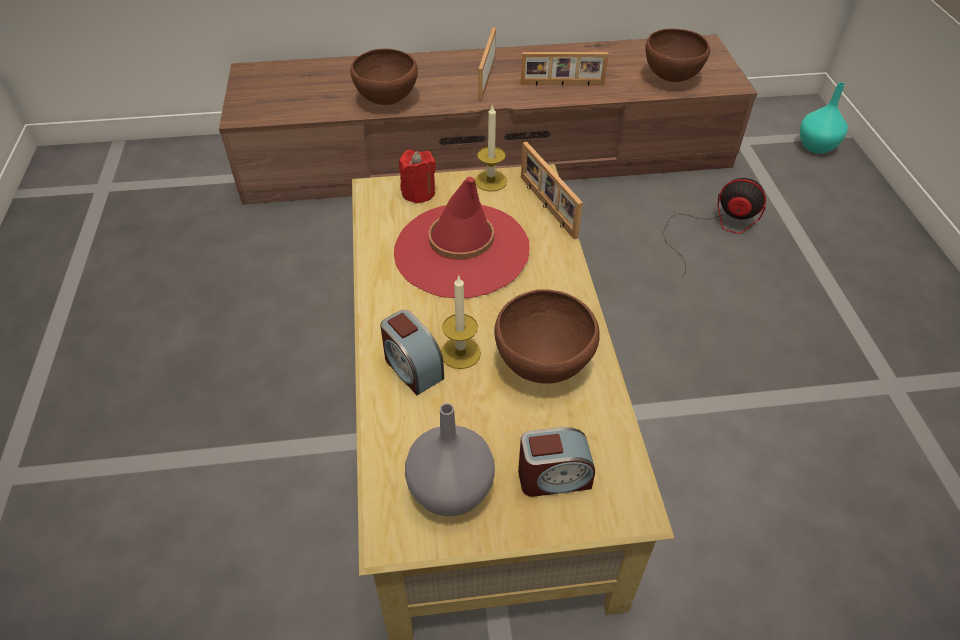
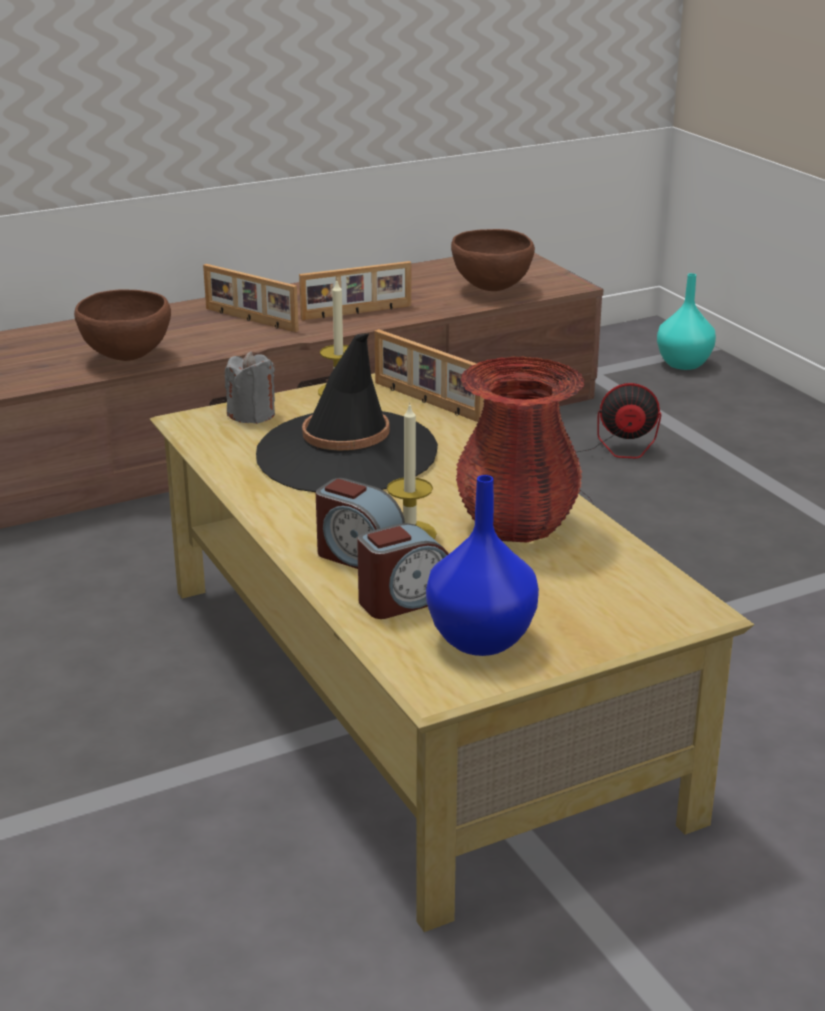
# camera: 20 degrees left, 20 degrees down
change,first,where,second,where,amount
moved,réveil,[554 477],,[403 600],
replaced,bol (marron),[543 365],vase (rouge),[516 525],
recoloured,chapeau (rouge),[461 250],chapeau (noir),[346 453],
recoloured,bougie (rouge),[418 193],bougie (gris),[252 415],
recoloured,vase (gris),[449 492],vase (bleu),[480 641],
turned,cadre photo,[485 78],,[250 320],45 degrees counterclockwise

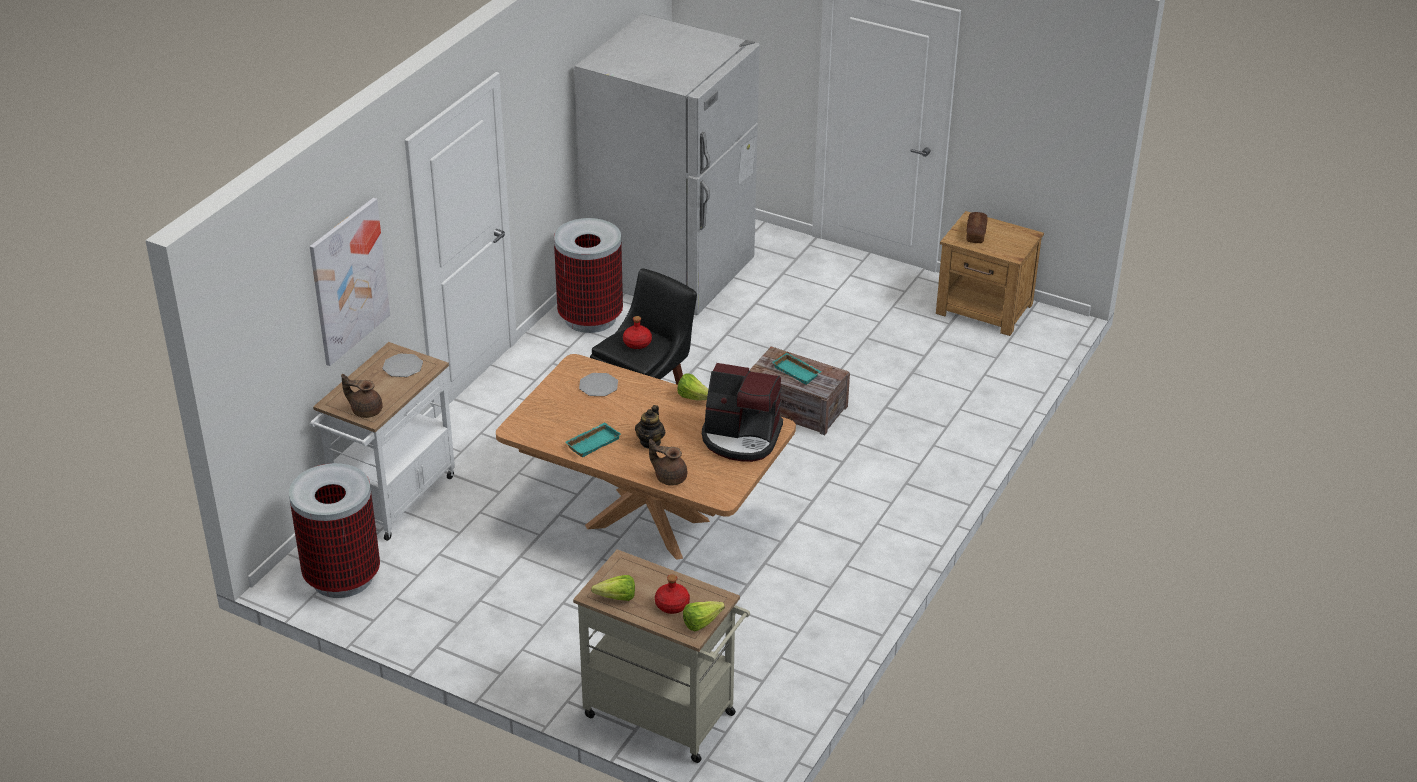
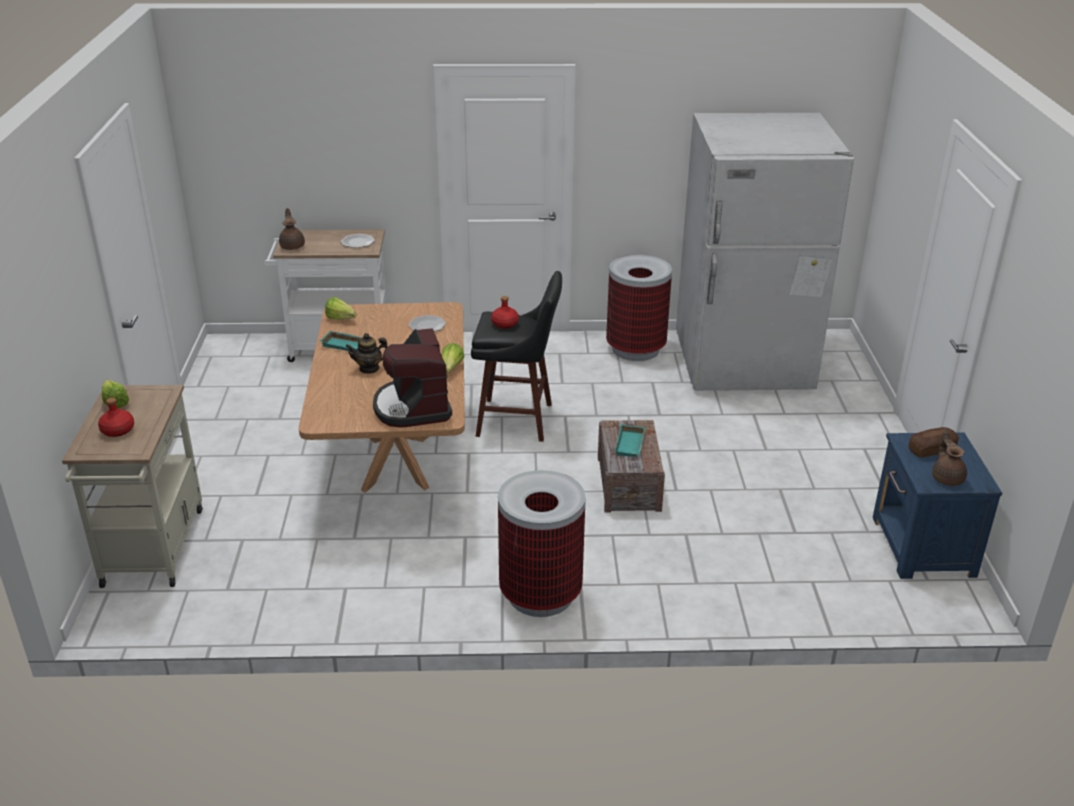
# camera: 60 degrees right, 5 degrees down
change,first,where,second,where,amount
removed,tableau,[348 281],,,
moved,poubelle,[342 577],,[540 594],
moved,théière (marron),[669 477],,[947 478],
moved,laitue,[705 622],,[342 320],
recoloured,table de chevet (marron),[985 310],table de chevet (bleu),[922 547],

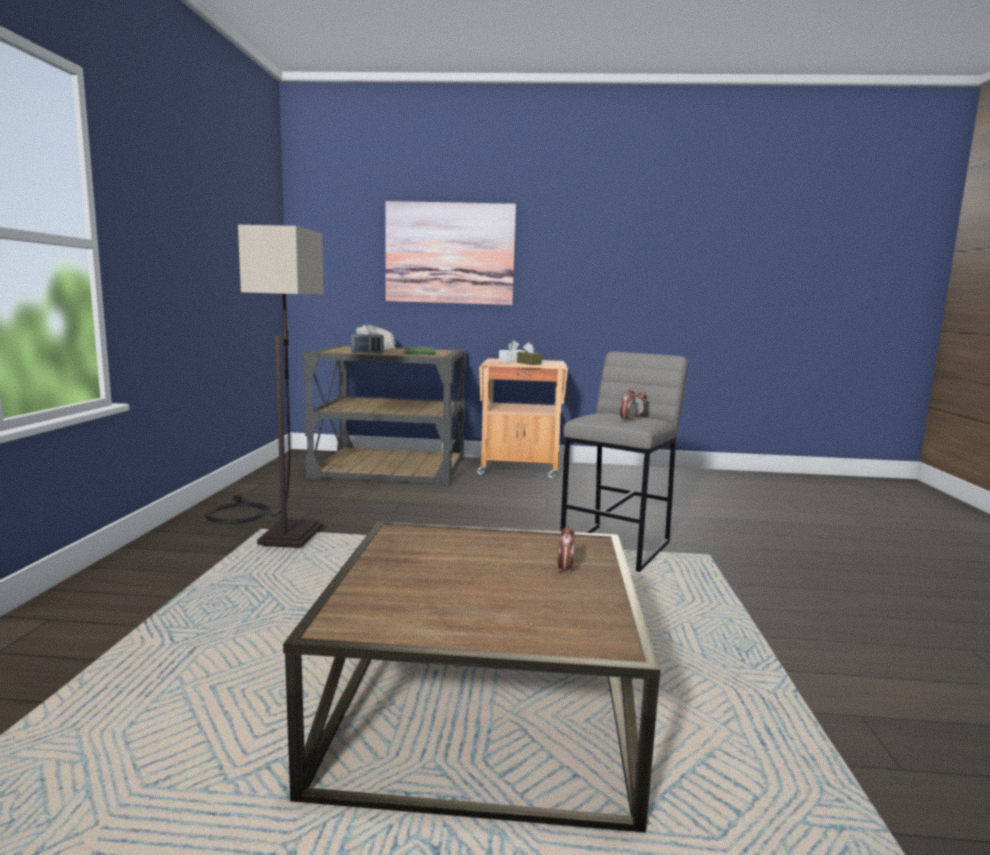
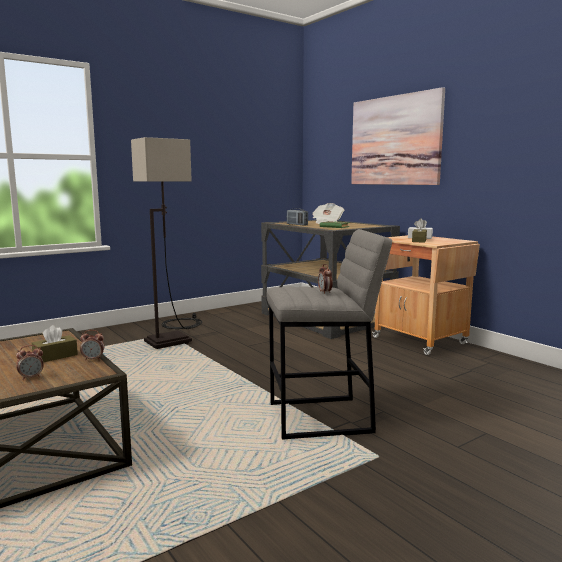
# camera: 50 degrees right, 0 degrees up
change,first,where,second,where,amount
added,,,boîte à mouchoirs (marron),[55 356],
moved,réveil,[627 420],,[93 359],

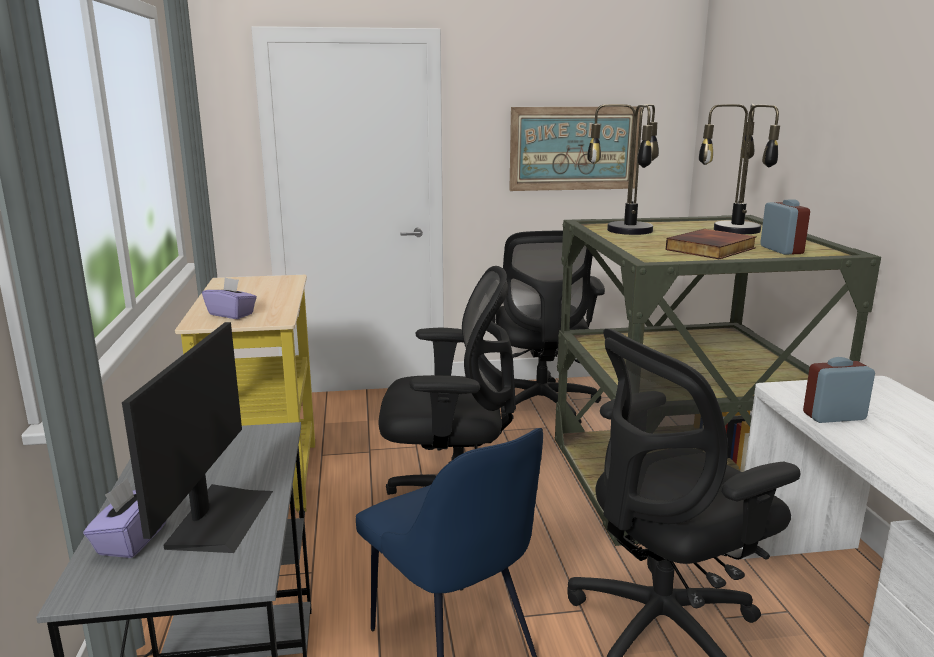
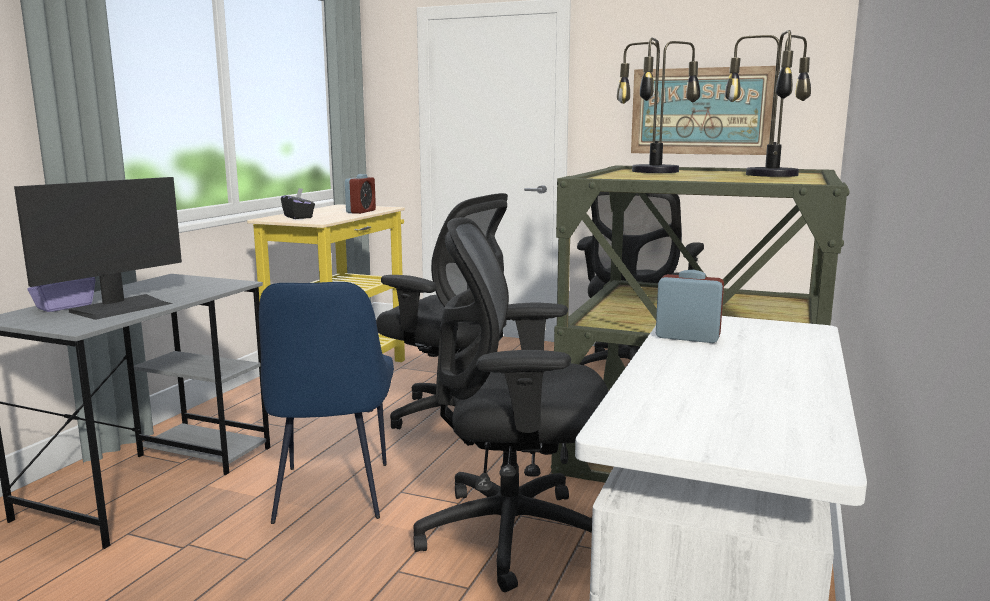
# camera: 30 degrees right, 5 degrees down
change,first,where,second,where,amount
removed,livre,[711 249],,,
moved,réveil,[781 250],,[361 211],
recoloured,boîte à mouchoirs (violet),[231 314],boîte à mouchoirs (noir),[298 217],

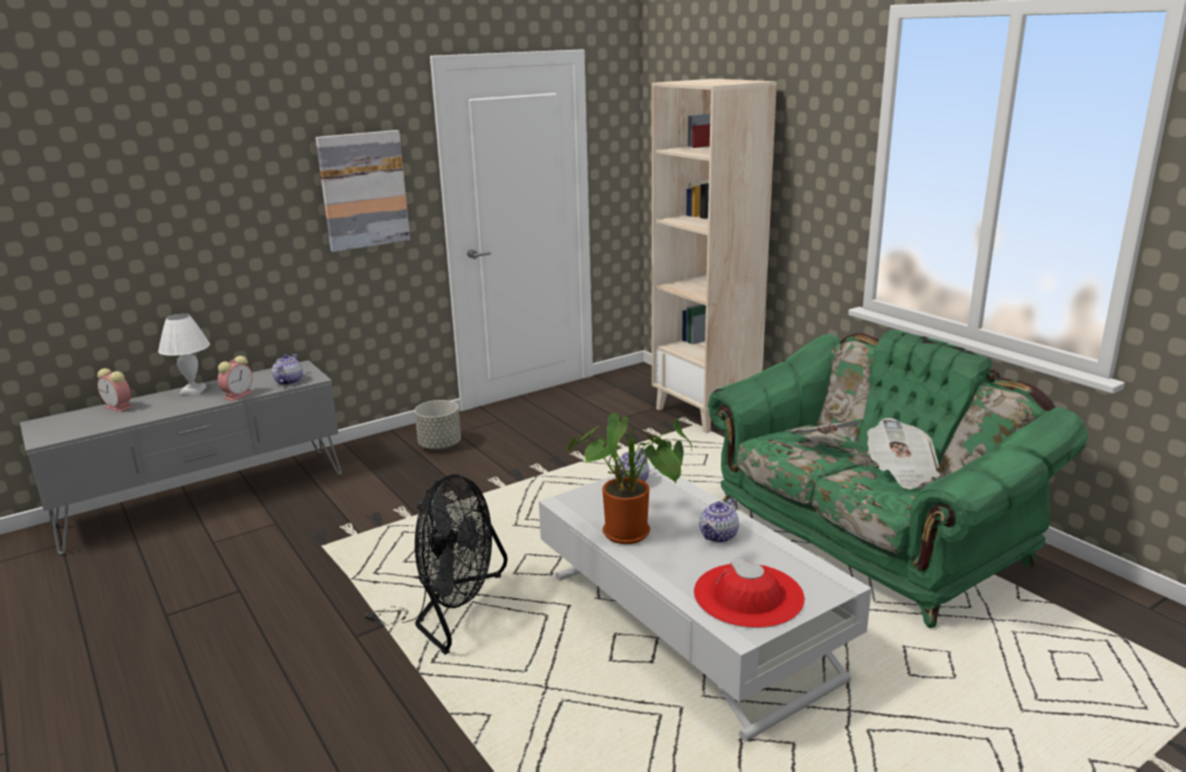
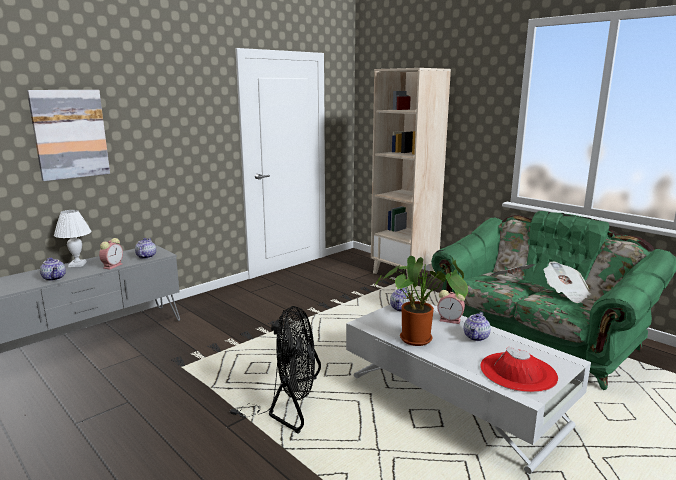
# camera: 10 degrees left, 5 degrees down
change,first,where,second,where,amount
removed,cache-pot (gris),[439 445],,,
added,,,théière,[55 278],
moved,réveil,[119 407],,[451 320],
moved,tableau,[363 190],,[70 134],

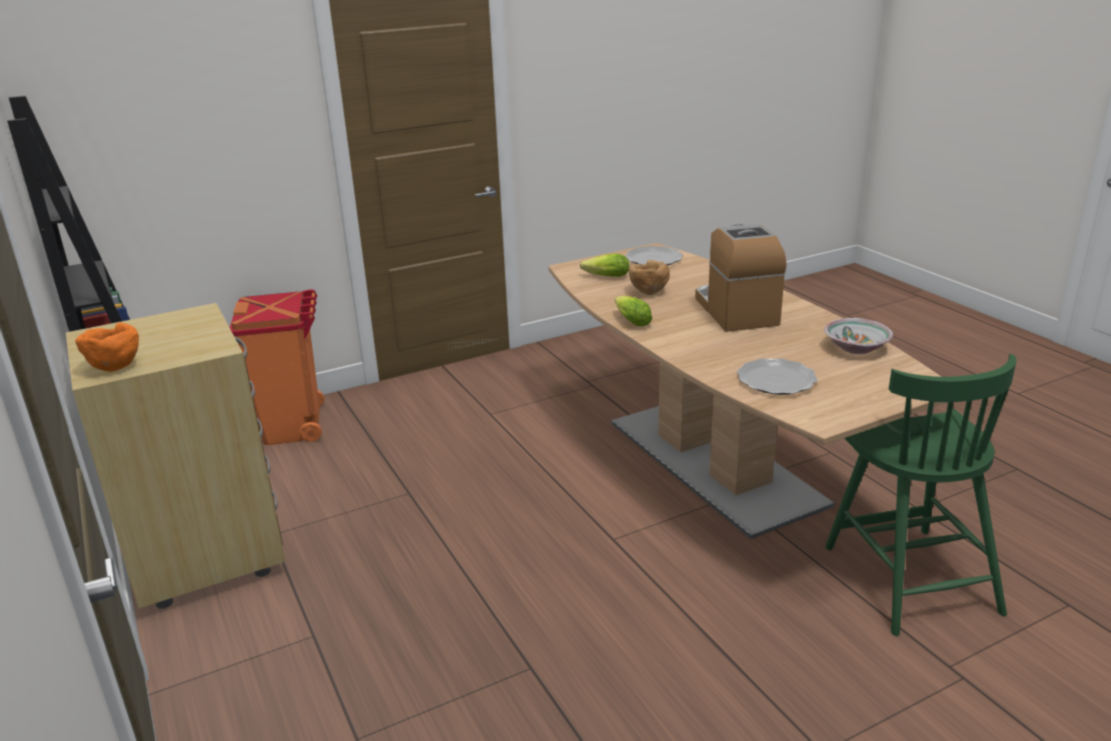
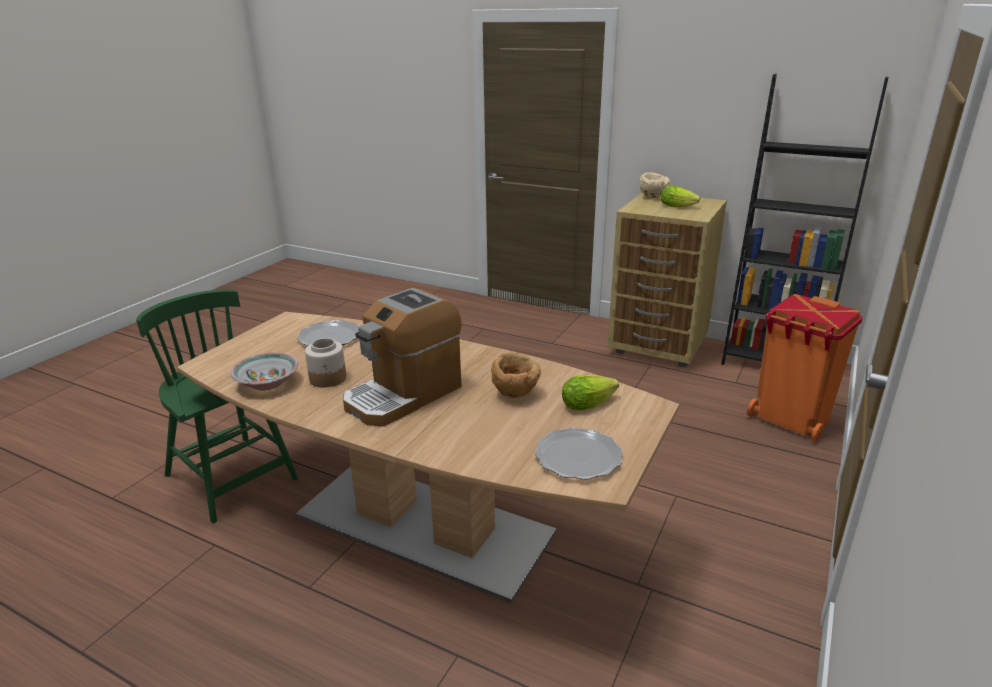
# camera: 145 degrees right, 0 degrees up
change,first,where,second,where,amount
added,,,bocal,[328 378],
moved,laitue,[630 321],,[679 206],
recoloured,bol (orange),[114 367],bol (beige),[653 197],
turned,machine à café,[735 311],,[403 395],90 degrees clockwise

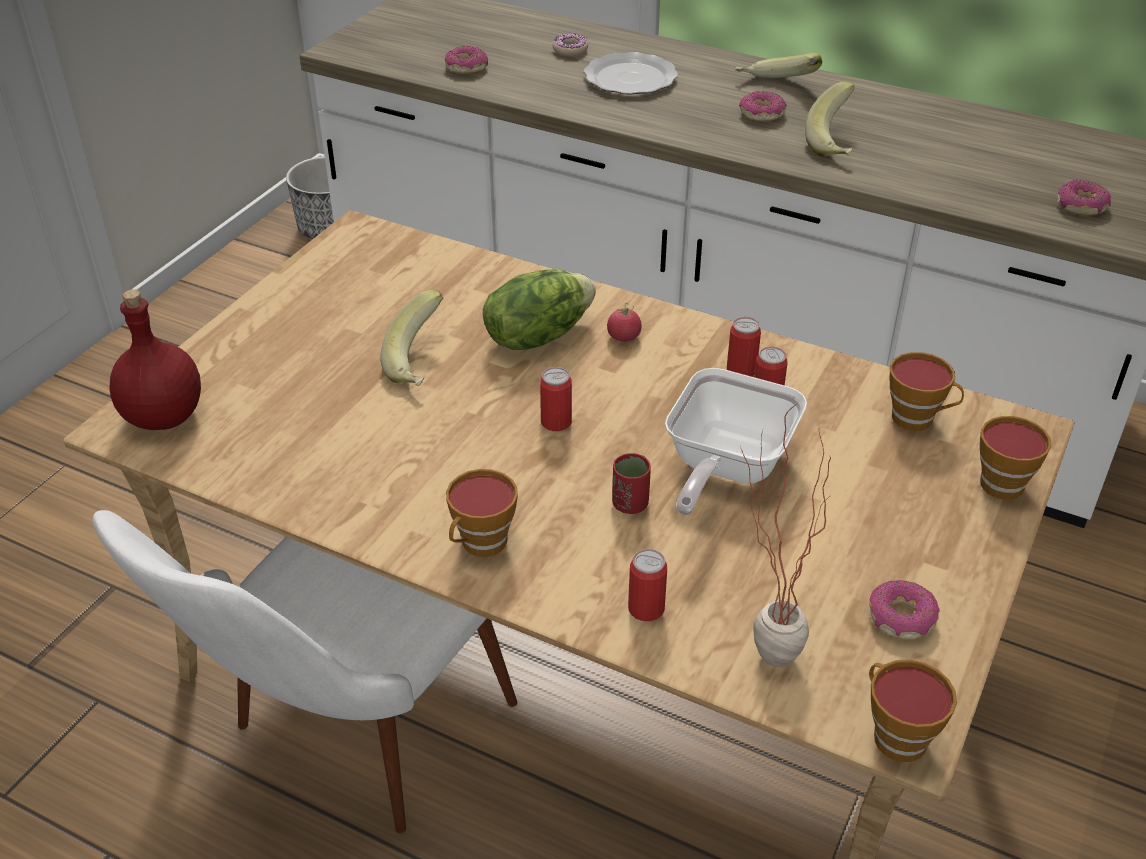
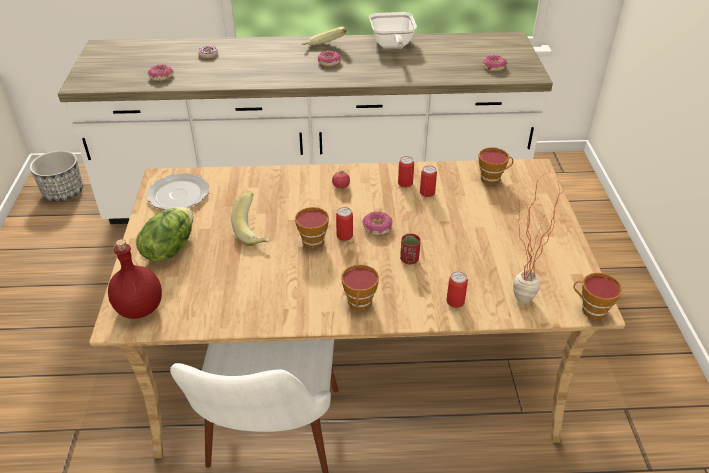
# camera: 30 degrees left, 0 degrees up
change,first,where,second,where,amount
removed,banane,[837 144],,,
moved,laitue,[537 335],,[169 248],
moved,assiette,[631 77],,[179 193],
moved,poêle,[724 468],,[392 45],
moved,beignet,[900 618],,[377 227],
moved,tasse,[1001 480],,[312 240],

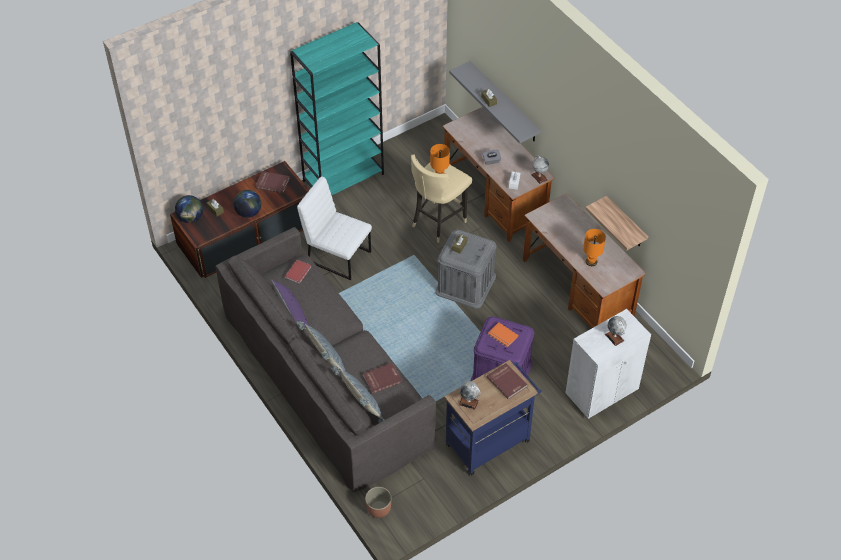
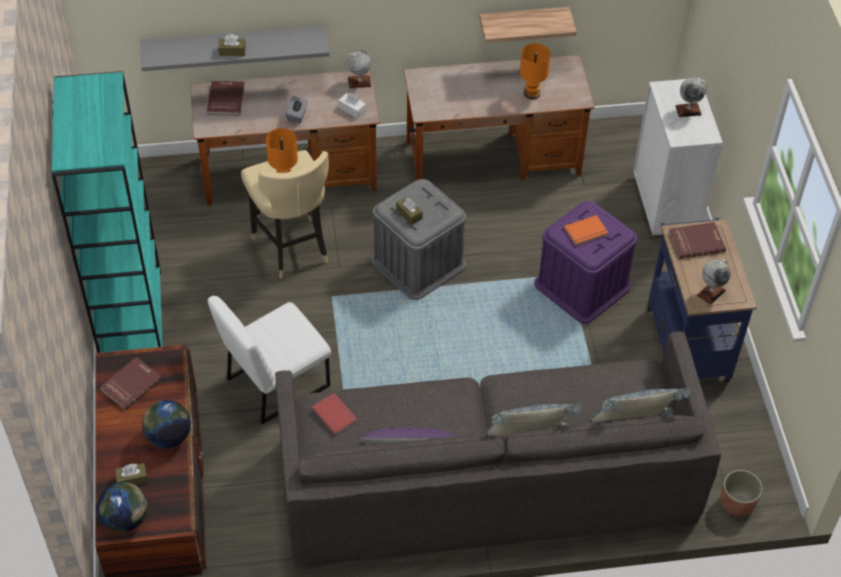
# camera: 65 degrees left, 0 degrees up
change,first,where,second,where,amount
moved,livre (rouge),[382 378],,[225 100],

